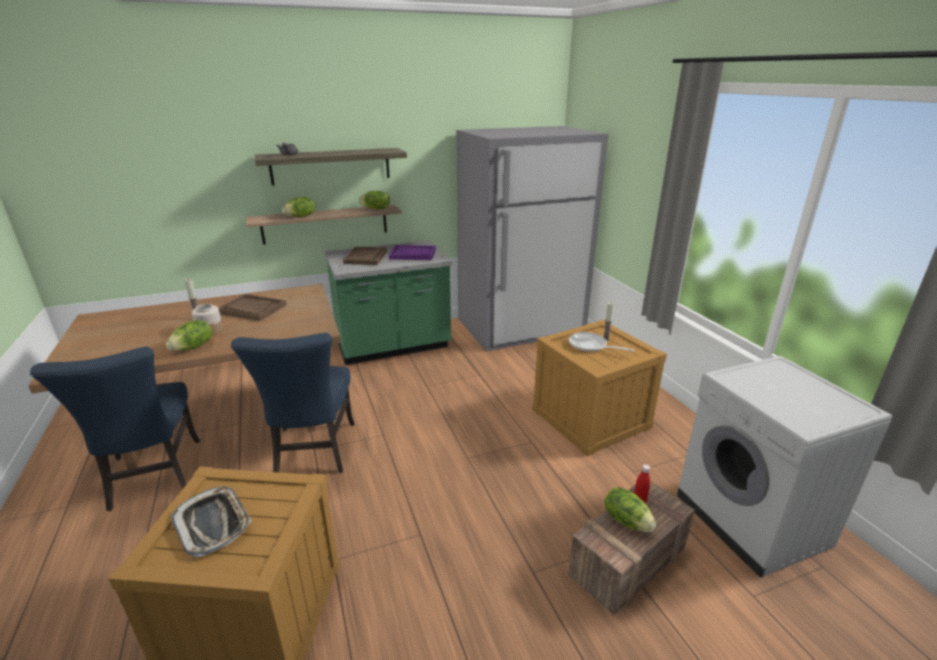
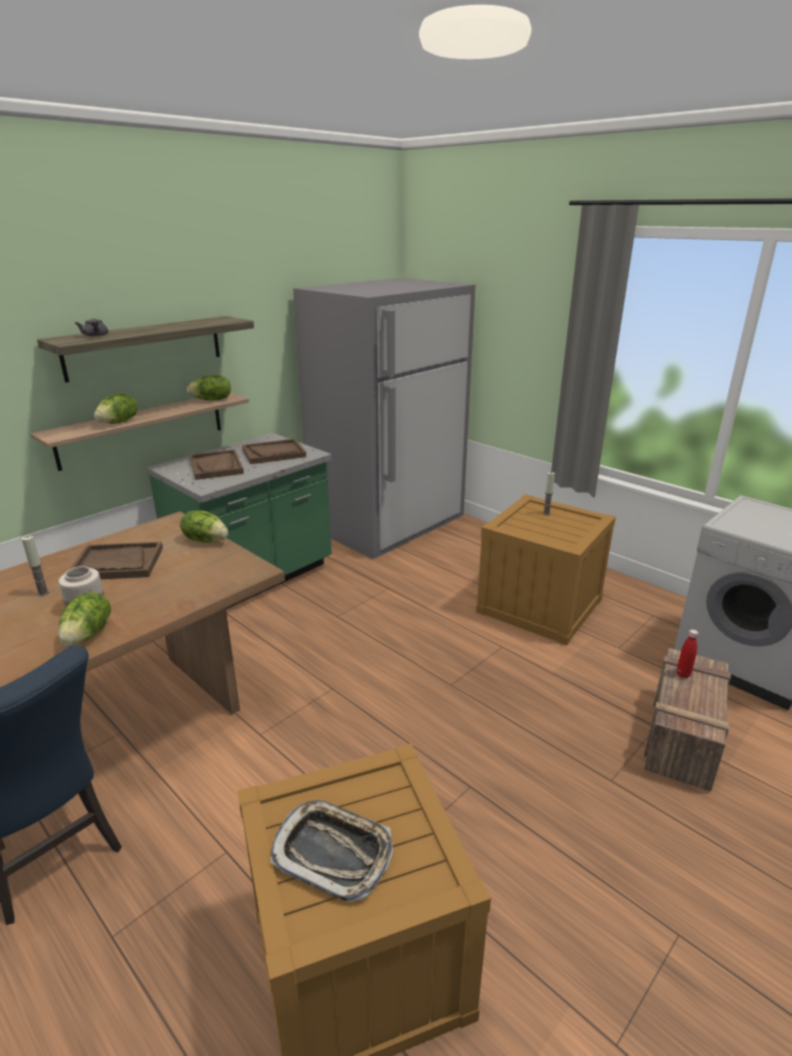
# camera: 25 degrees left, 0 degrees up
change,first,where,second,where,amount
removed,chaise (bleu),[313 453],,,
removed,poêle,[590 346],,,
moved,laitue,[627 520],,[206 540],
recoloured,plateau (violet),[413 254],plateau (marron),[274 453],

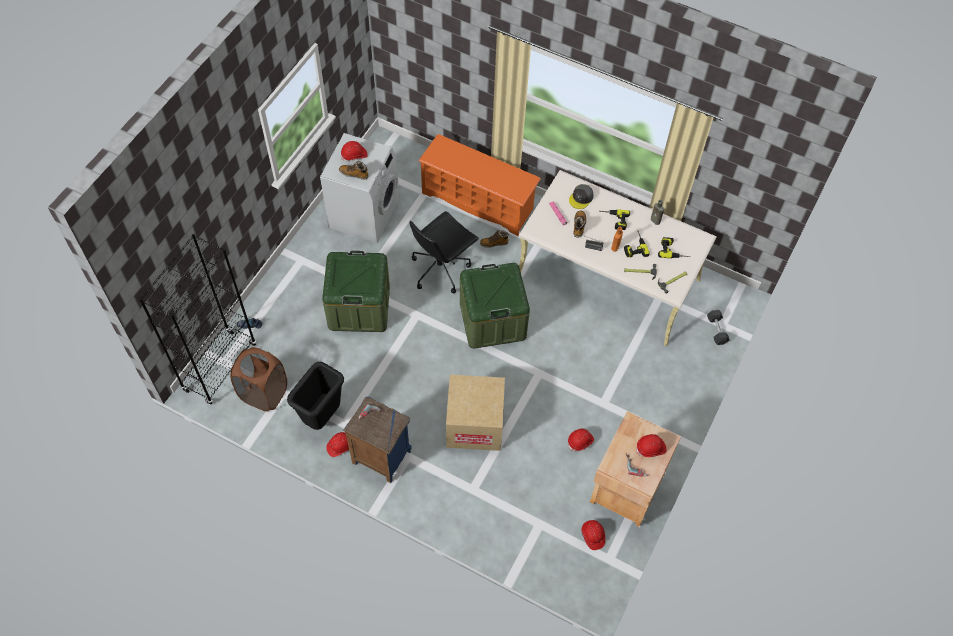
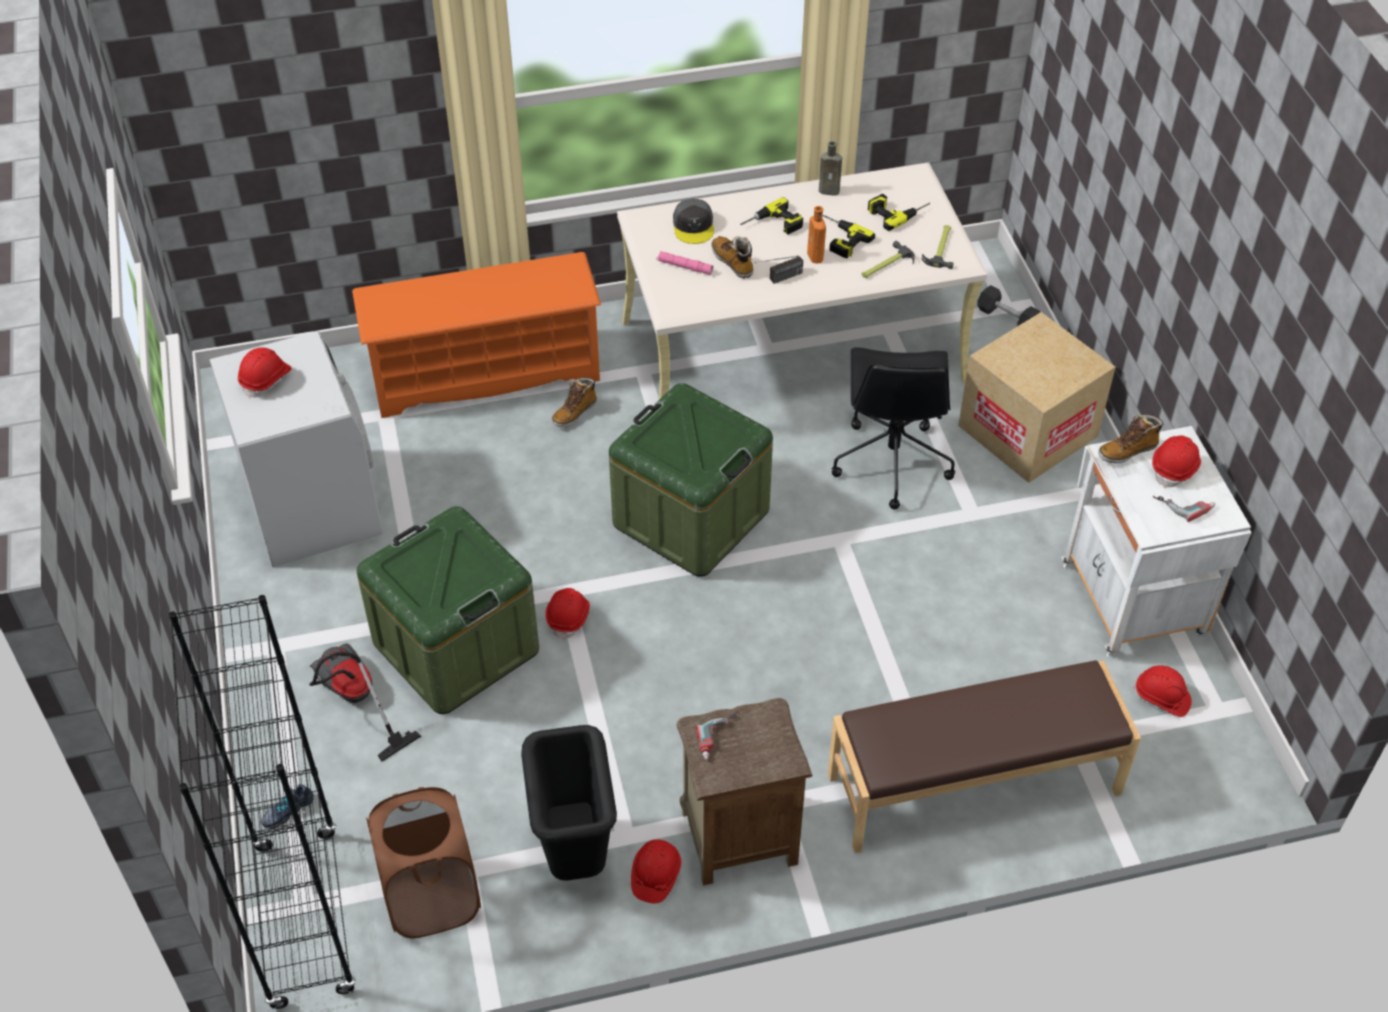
# camera: 40 degrees left, 10 degrees down
change,first,where,second,where,amount
added,,,aspirateur,[353 700],
added,,,banc (marron),[974 785],
moved,botte,[354 174],,[1127 451],
moved,chaise de bureau (noir),[442 268],,[891 459],
moved,carton,[474 424],,[1027 431],
moved,casque de chantier (rouge),[580 441],,[569 617],
recoloured,table de chevet (bleu),[381 456],table de chevet (beige),[738 836],
recoloured,chariot (marron),[626 490],chariot (blanc),[1133 603],

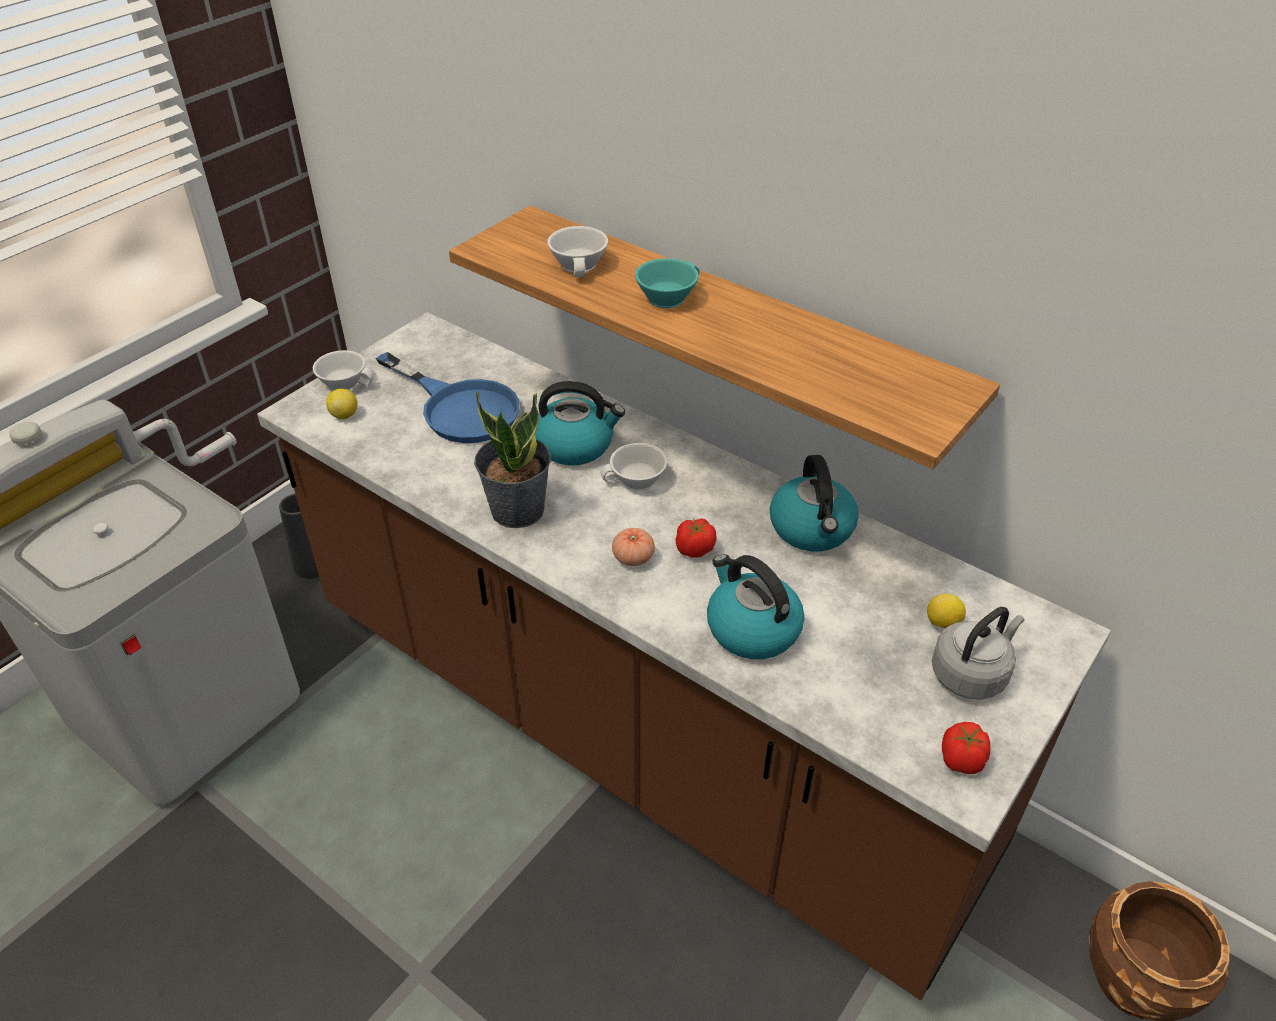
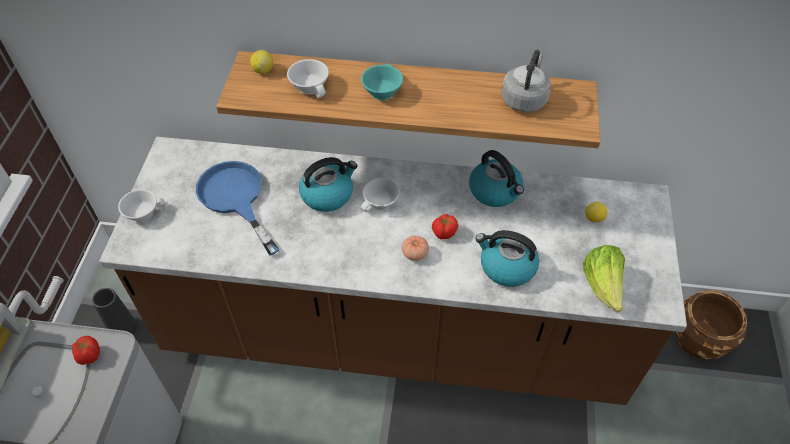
# camera: 30 degrees left, 10 degrees up
change,first,where,second,where,amount
removed,plante en pot,[517 509],,,
added,,,laitue,[602 286],
moved,citron,[344 415],,[263 70],
moved,bouilloire (gris),[971 674],,[524 99],
moved,tomate,[960 760],,[89 355],
turned,poêle (bleu),[459 407],,[235 198],135 degrees counterclockwise

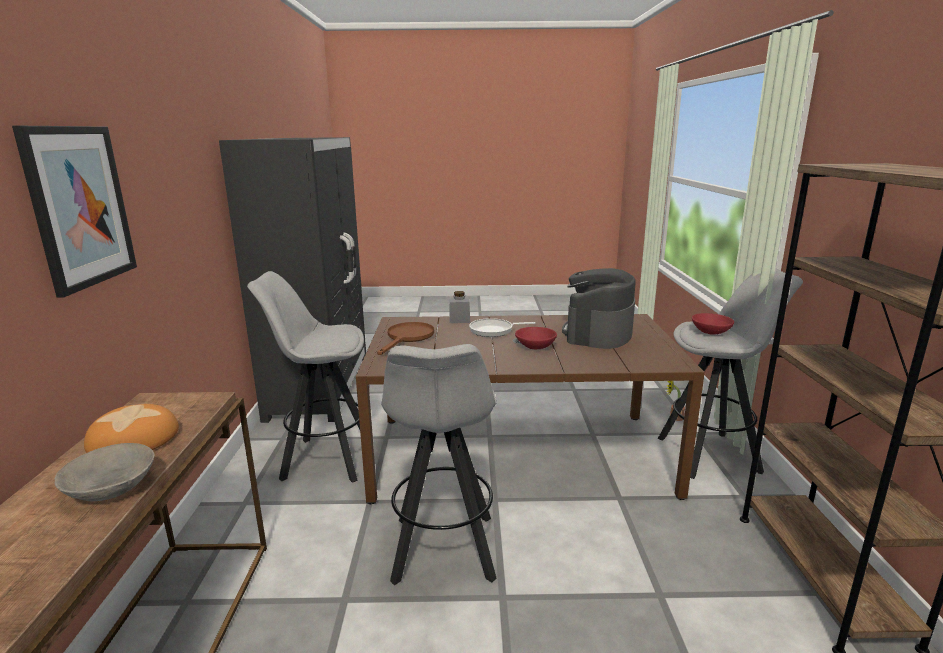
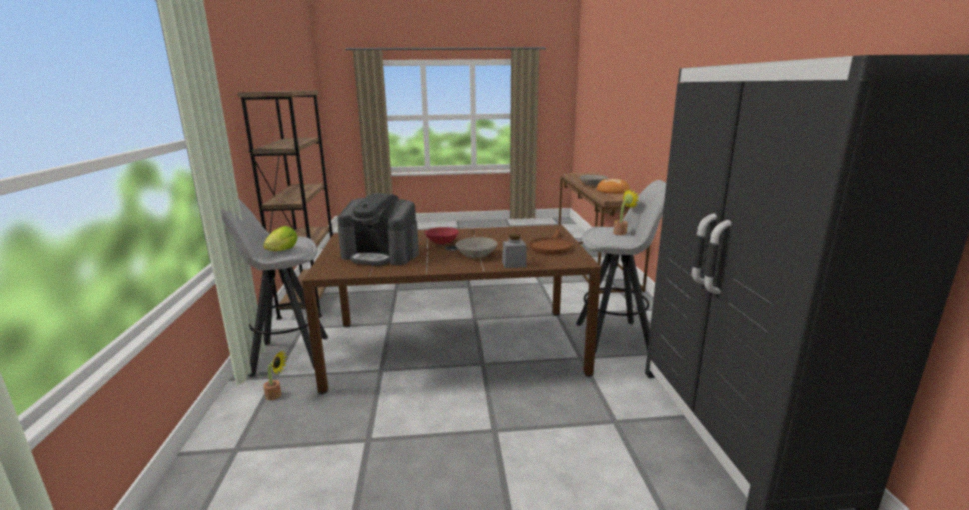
# camera: 175 degrees right, 0 degrees up
change,first,where,second,where,amount
removed,tableau,[79 206],,,
removed,tabouret (gris),[443 551],,,
added,,,plante en pot,[622 232],
replaced,poêle,[494 330],bol (gris),[476 255],
replaced,bol (rouge),[710 332],laitue,[282 251],
turned,machine à café,[598 333],,[381 255],90 degrees clockwise

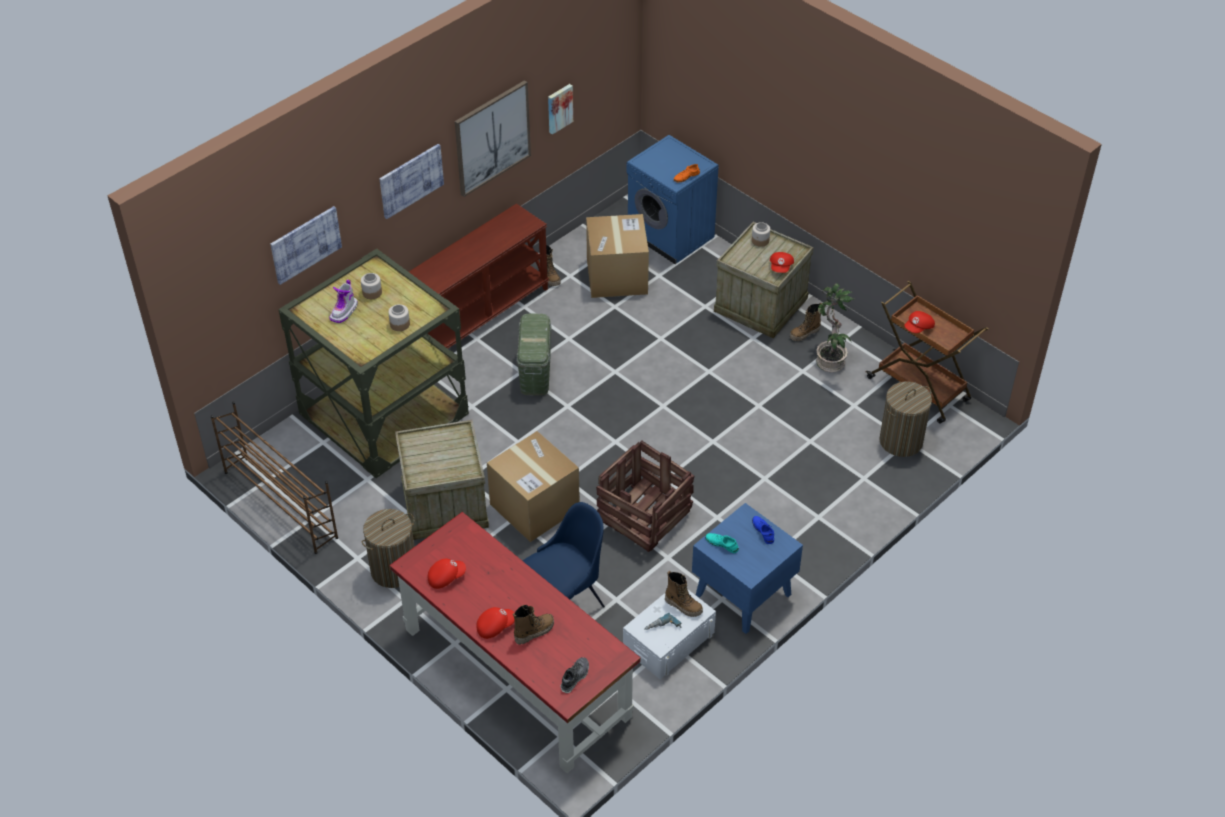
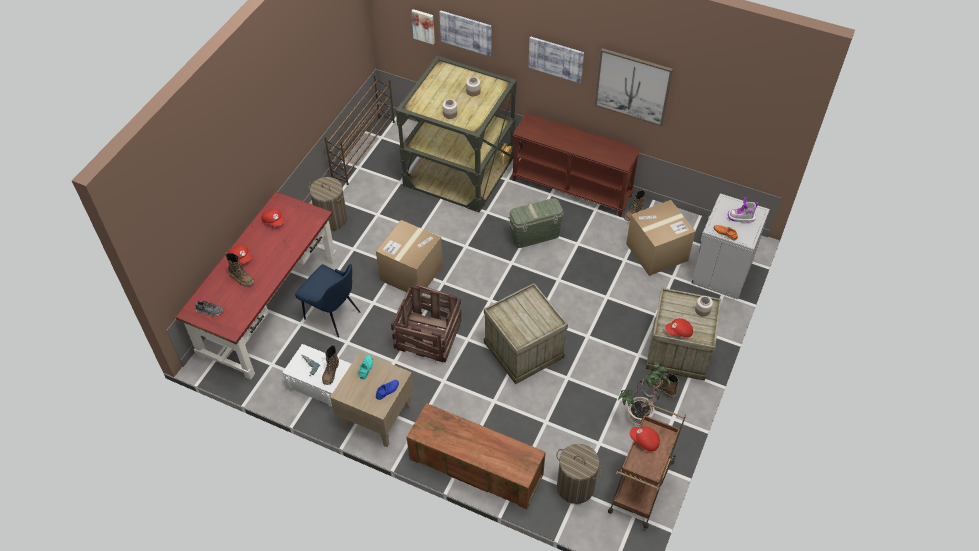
# camera: 70 degrees right, 5 degrees up
change,first,where,second,where,amount
added,,,banc (marron),[474 467],
moved,botte,[344 312],,[741 217],
moved,caisse,[446 505],,[523 351],
moved,tableau,[559 108],,[423 26],
recoloured,lave-linge (bleu),[669 236],lave-linge (blanc),[720 271],
recoloured,table de chevet (bleu),[742 595],table de chevet (beige),[376 416],

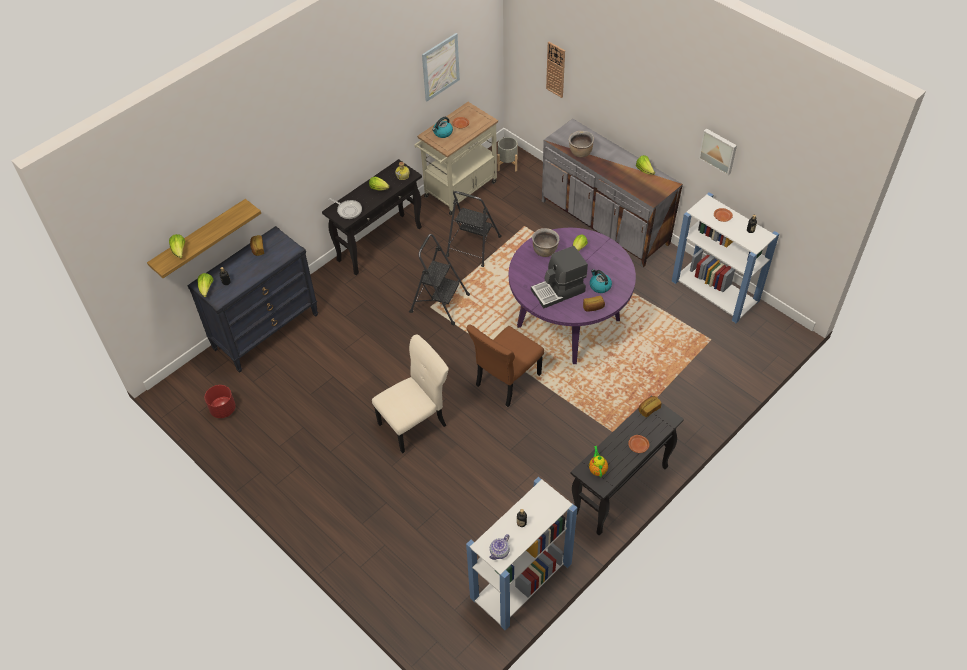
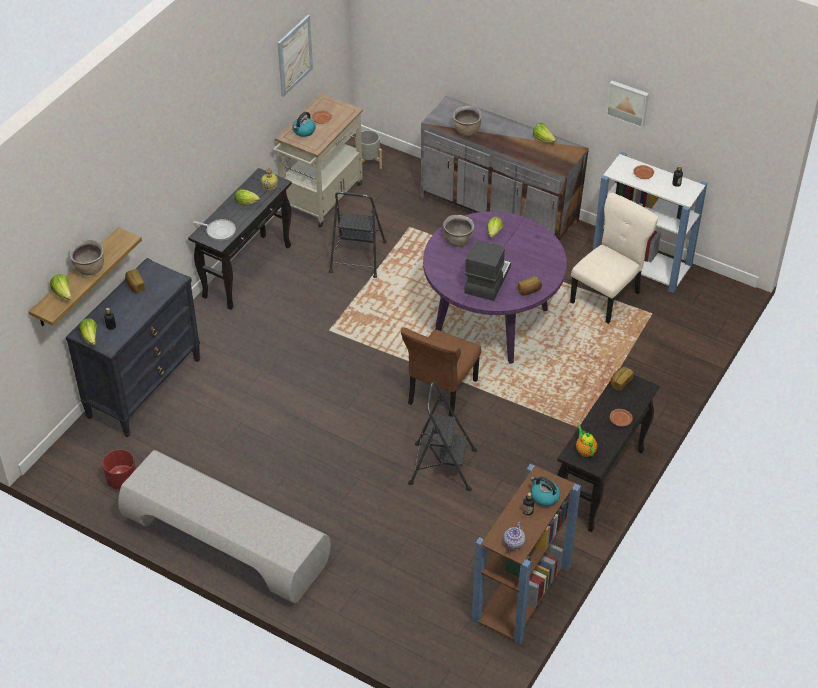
# camera: 15 degrees left, 5 degrees down
change,first,where,second,where,amount
removed,horloge murale,[556 69],,,
added,,,marmite (marron),[90 269],
added,,,banc (gris),[225 540],
moved,chaise (beige),[415 423],,[607 296],
moved,escabeau (noir),[438 302],,[440 466],
moved,bouilloire,[599 286],,[544 497],
recoloured,bibliothèque (blanc),[520 581],bibliothèque (marron),[520 593],
turned,machine à café,[559 291],,[486 280],150 degrees clockwise

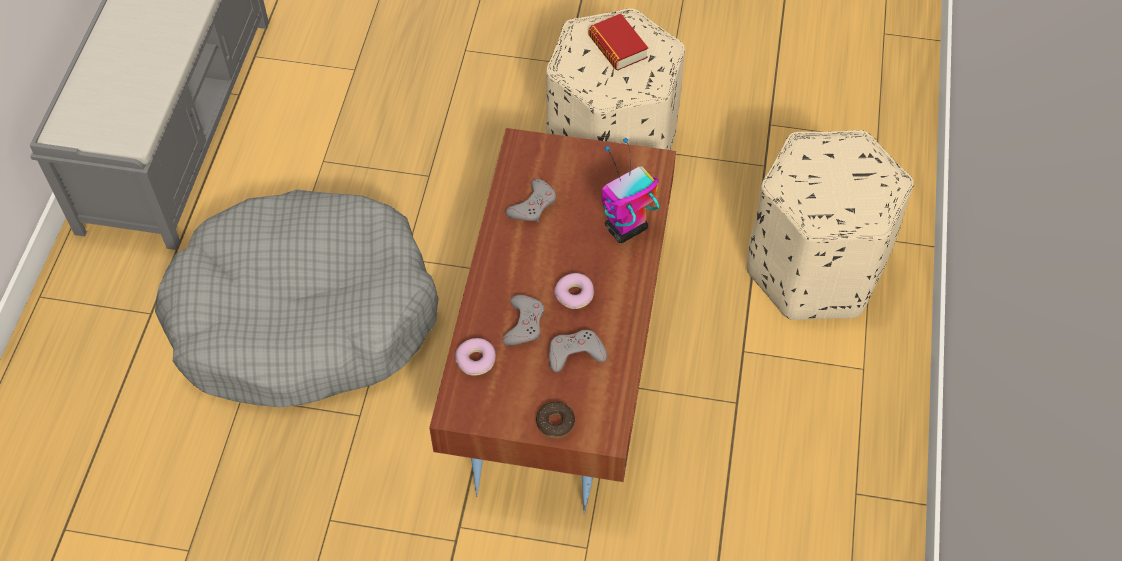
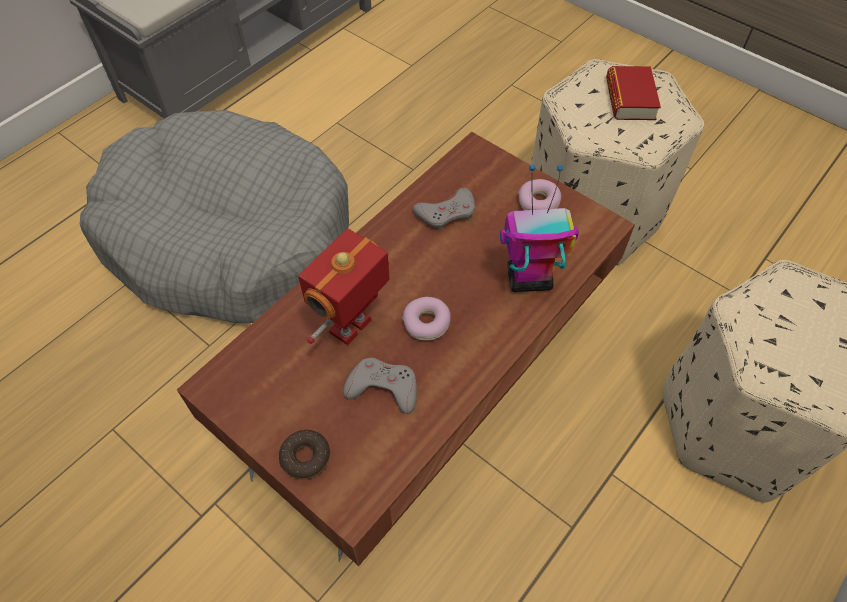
# camera: 30 degrees right, 0 degrees up
change,first,where,second,where,amount
moved,beignet,[476 360],,[538 202],
replaced,manette (gris),[524 323],robot jouet,[352 328],

